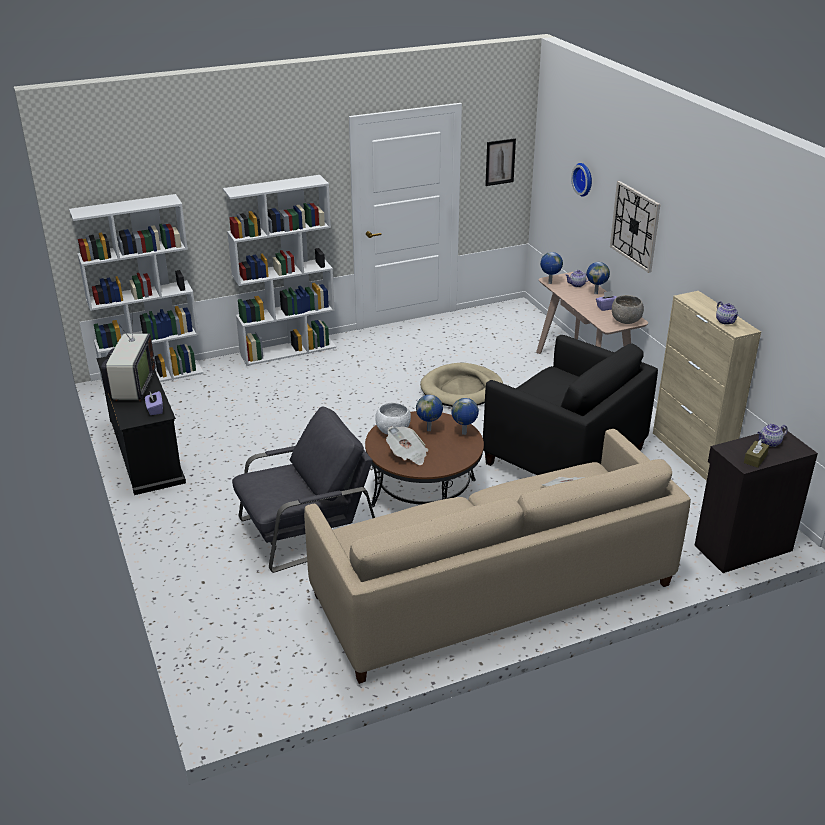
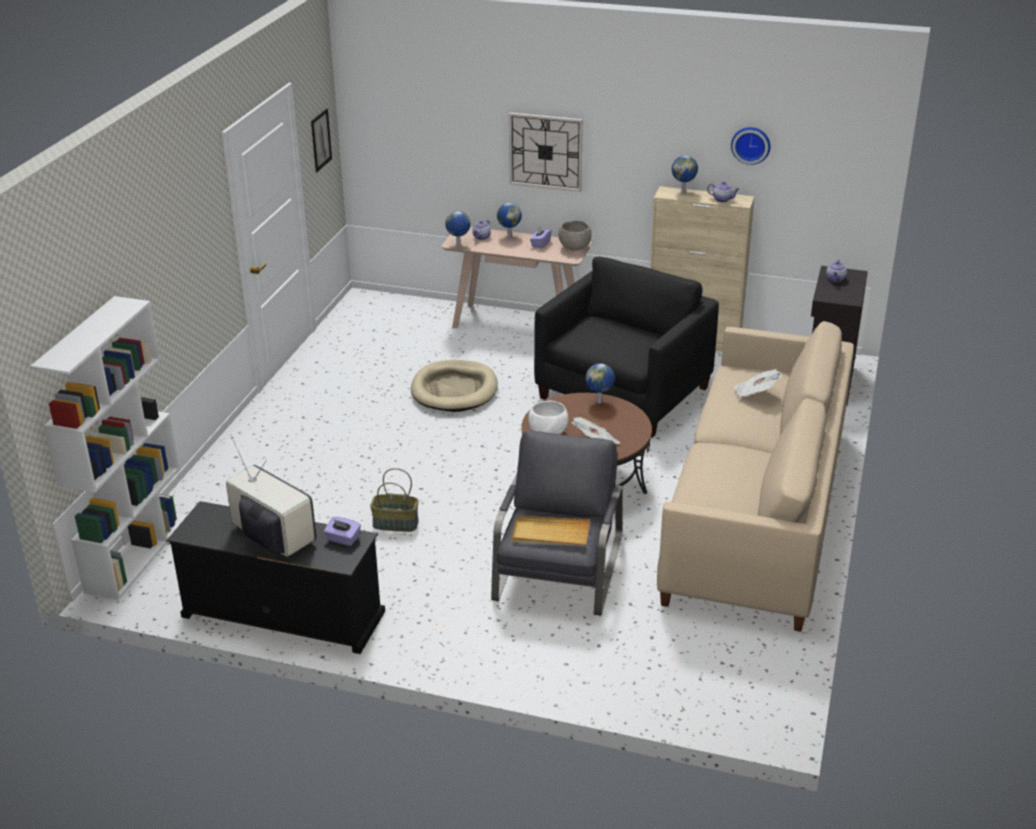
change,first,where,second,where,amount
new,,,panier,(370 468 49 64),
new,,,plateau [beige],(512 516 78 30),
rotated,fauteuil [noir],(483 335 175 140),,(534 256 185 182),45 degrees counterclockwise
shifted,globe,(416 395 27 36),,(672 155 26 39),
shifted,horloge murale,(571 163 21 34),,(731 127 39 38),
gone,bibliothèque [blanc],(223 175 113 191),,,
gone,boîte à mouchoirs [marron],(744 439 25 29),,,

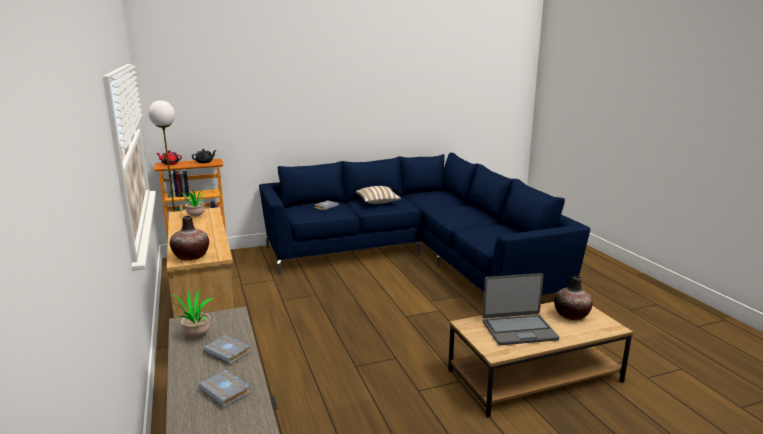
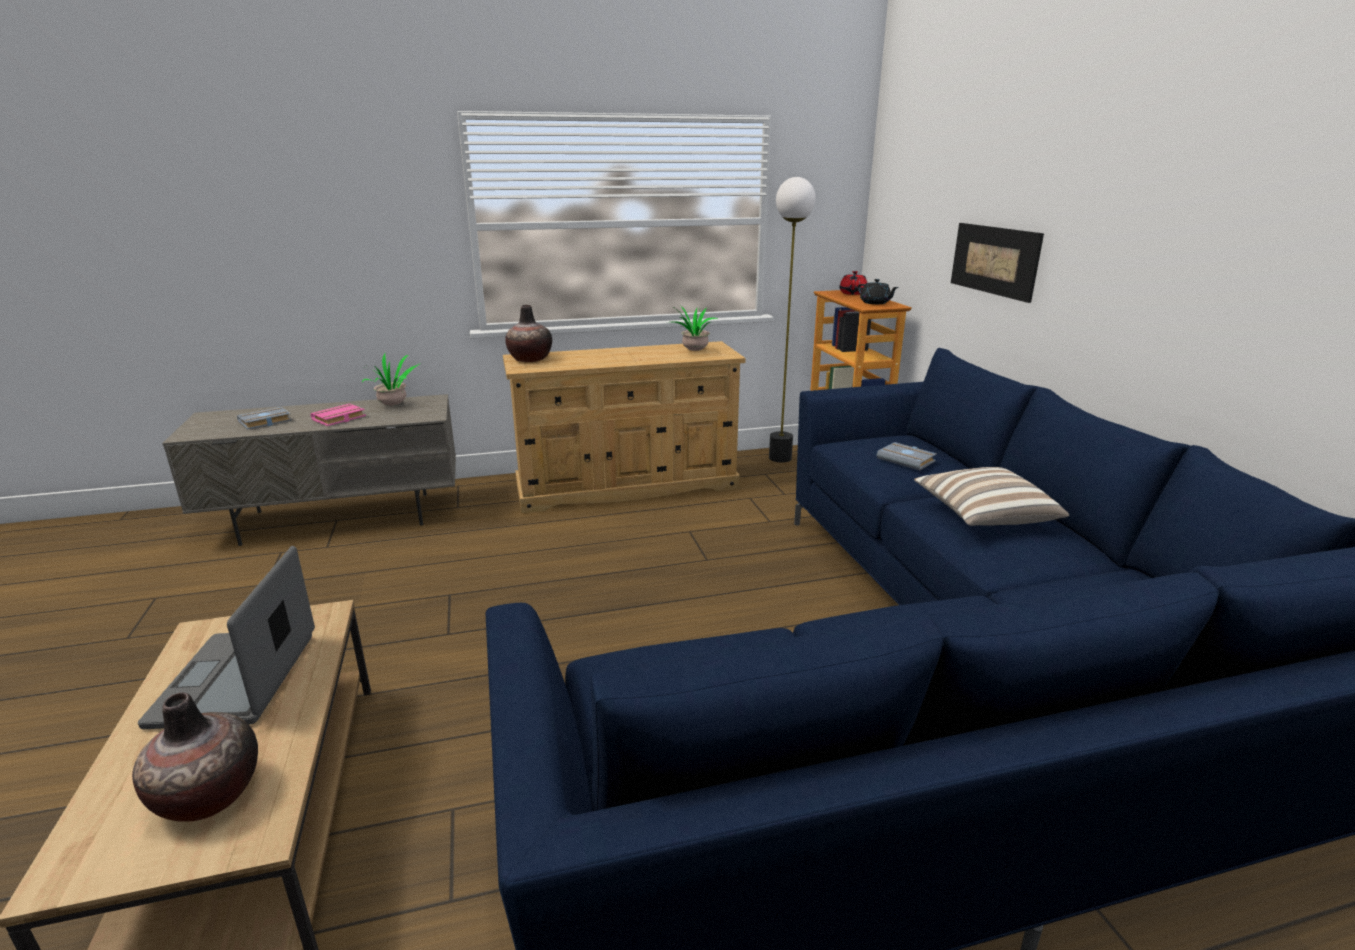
change,first,where,second,where,amount
repainted,livre [gris],(203 335 48 30),livre [rose],(311 404 55 22),
new,,,tableau,(951 223 93 80),

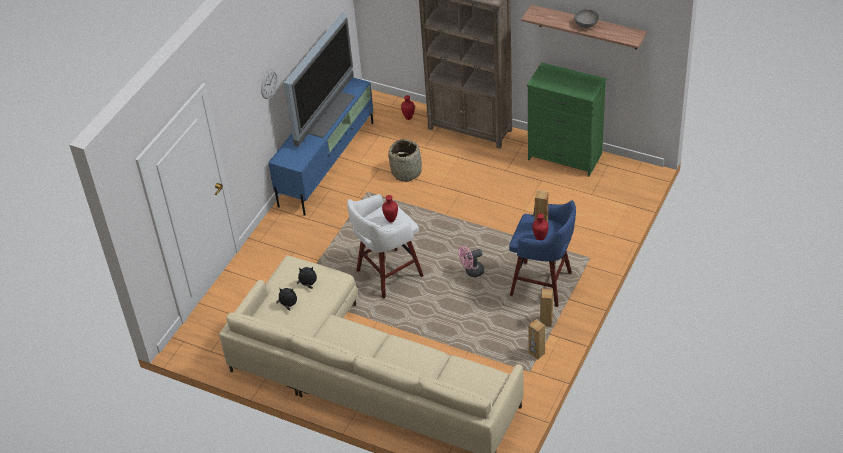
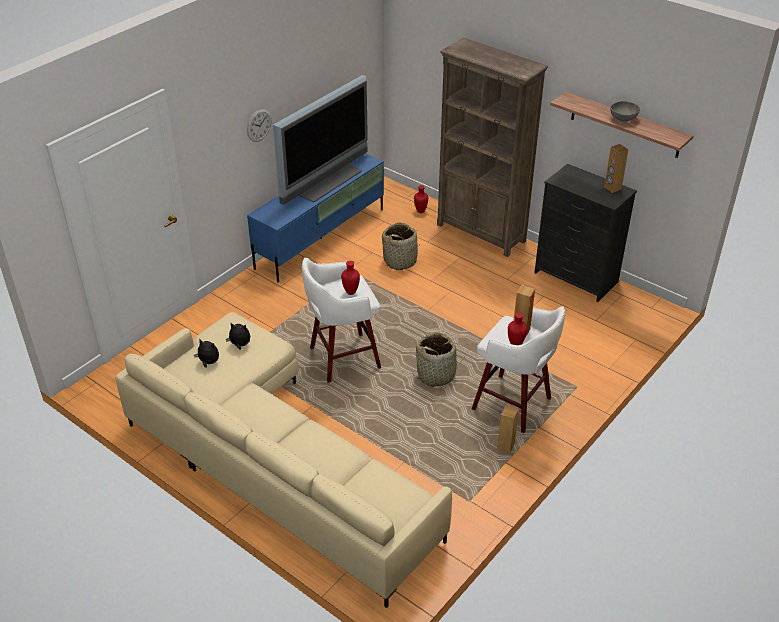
change,first,where,second,where,amount
swapped,ventilateur [rose],(459 245 25 32),panier,(413 333 51 54),
repainted,tabouret [bleu],(509 200 67 107),tabouret [blanc],(472 306 93 127),
repainted,commode [vert],(527 62 80 115),commode [noir],(534 164 103 138),
shifted,enceinte [marron],(529 319 16 41),,(604 144 24 49),

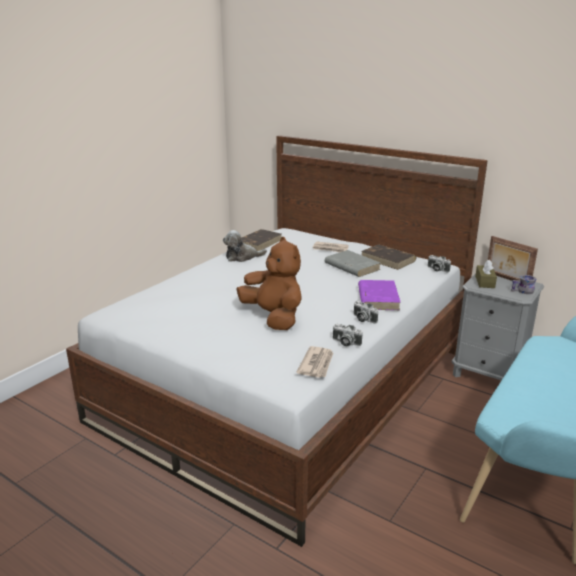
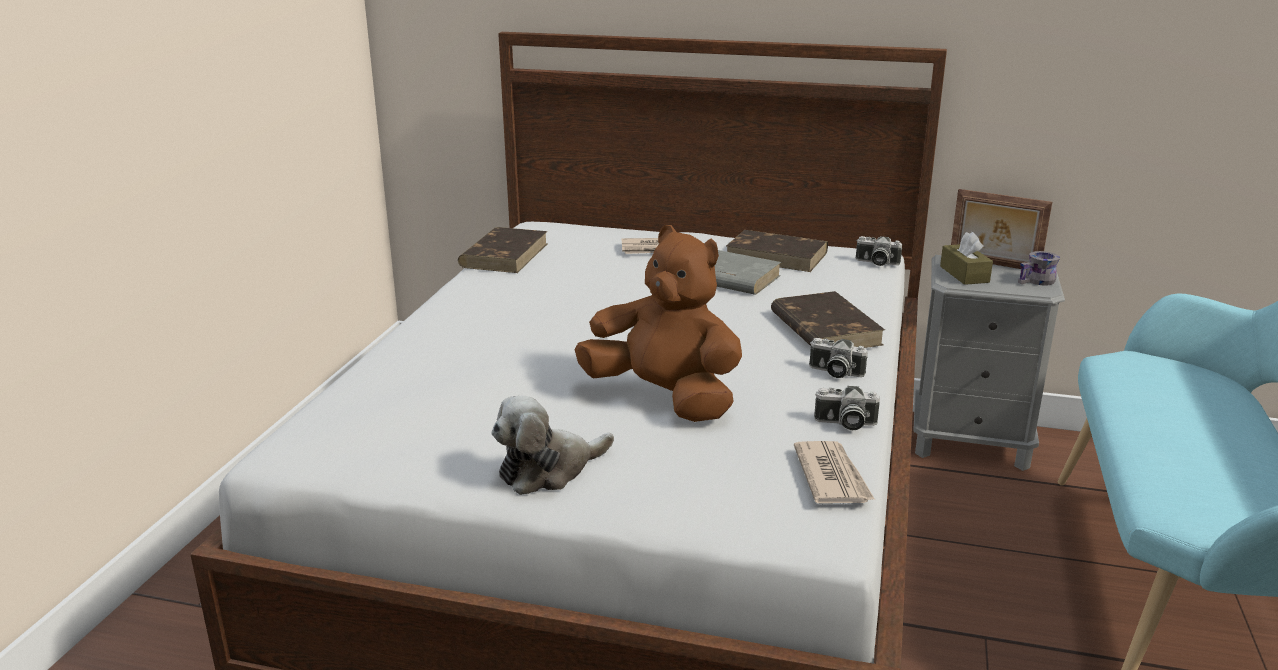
change,first,where,second,where,amount
shifted,peluche,(223 230 44 32),,(491 396 123 99),
repainted,livre [violet],(358 280 43 30),livre [marron],(771 291 114 57),

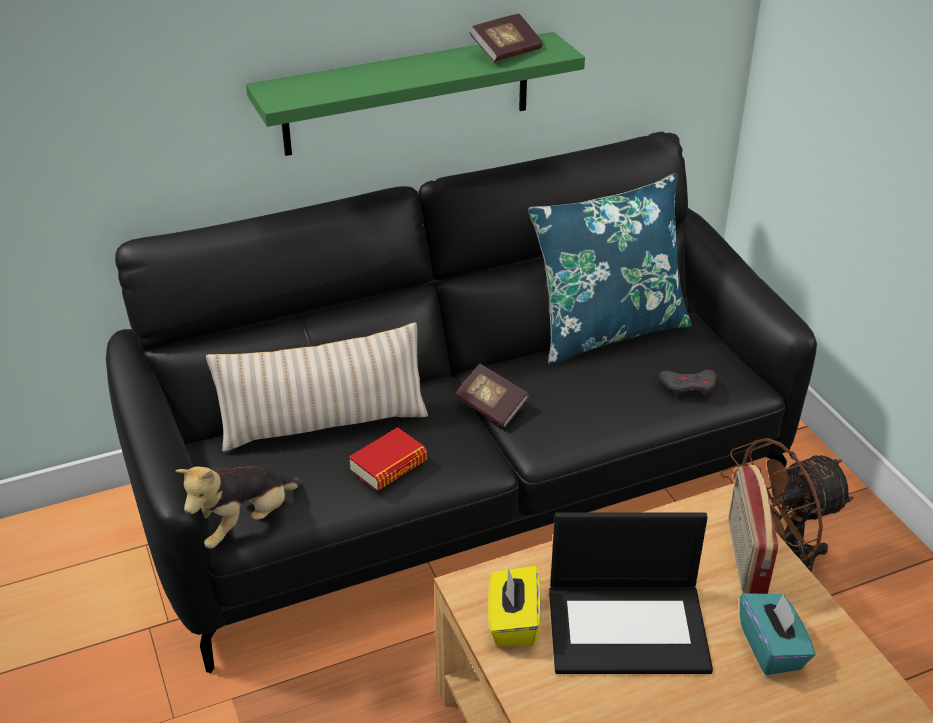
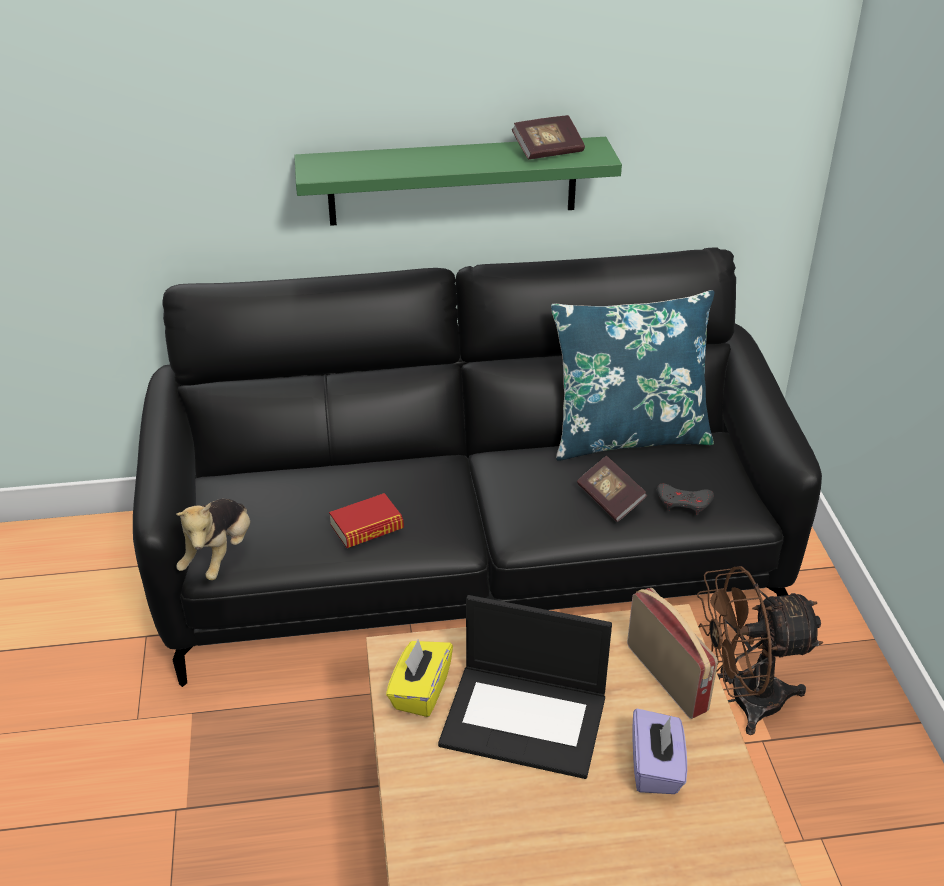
change,first,where,second,where,amount
rotated,peluche,(176 466 126 83),,(176 499 74 81),45 degrees counterclockwise
shifted,livre,(455 364 74 64),,(577 456 70 66),
rotated,radio,(729 465 49 129),,(627 588 91 131),135 degrees clockwise
repainted,boîte à mouchoirs [turquoise],(740 593 75 82),boîte à mouchoirs [violet],(632 708 55 86),
gone,coussin [beige],(206 322 222 130),,,

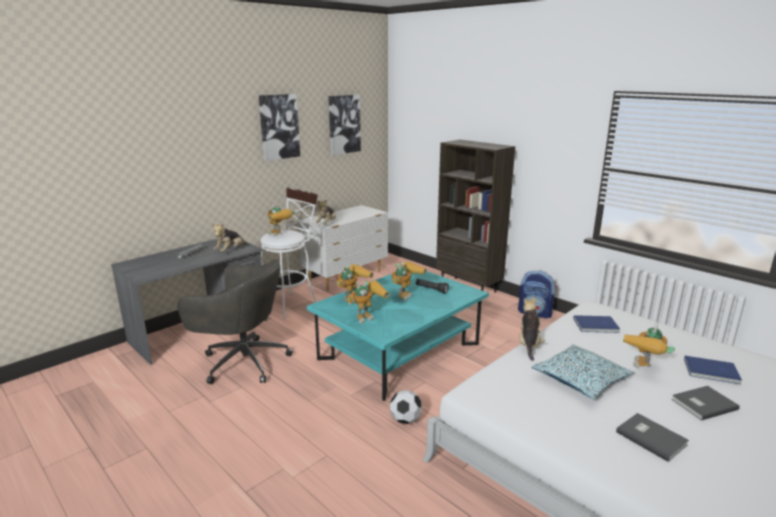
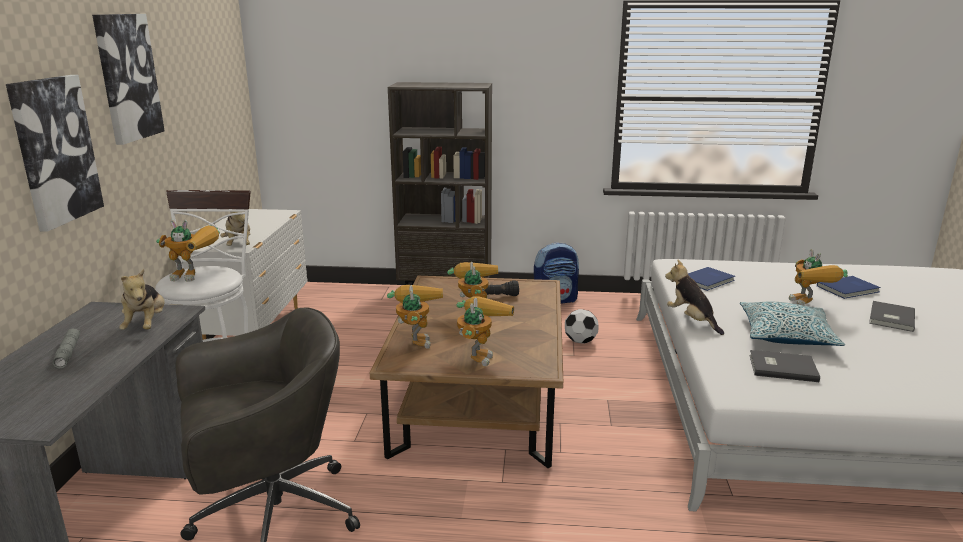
change,first,where,second,where,amount
shifted,tableau,(329 95 32 60),,(6 75 98 157),
repainted,table basse [turquoise],(307 271 182 130),table basse [marron],(370 276 193 192),
shifted,ballon de foot,(390 390 32 34),,(565 309 34 35),
shifted,livre [gris],(616 413 73 49),,(749 350 71 32),

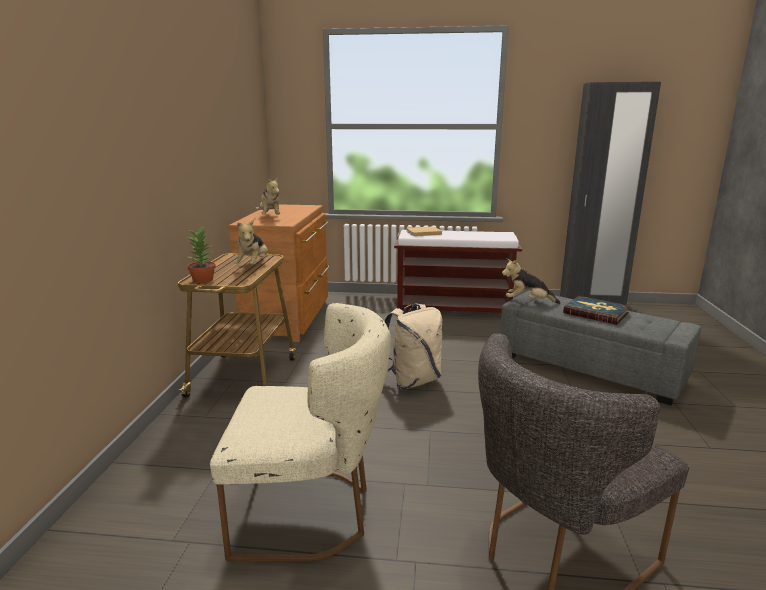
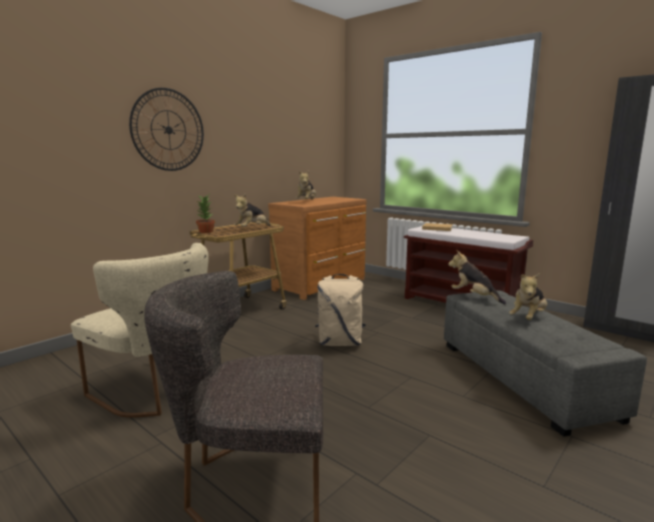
change,first,where,second,where,amount
new,,,horloge murale,(129 88 75 83),
swapped,livre,(563 296 67 29),peluche,(509 273 38 47),

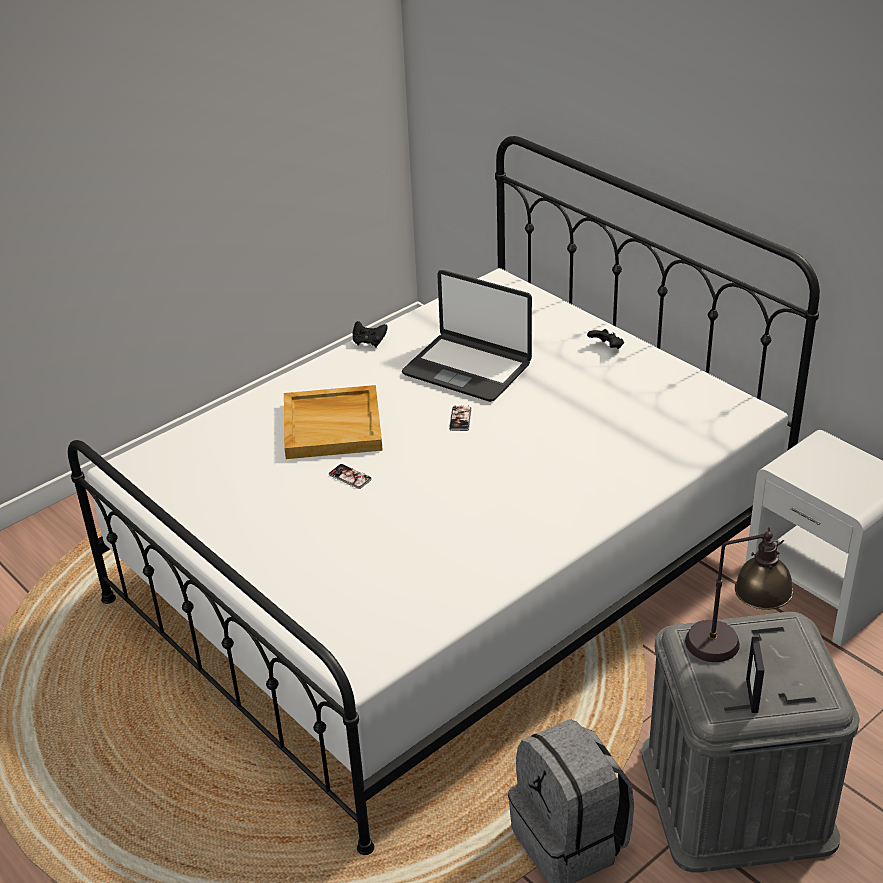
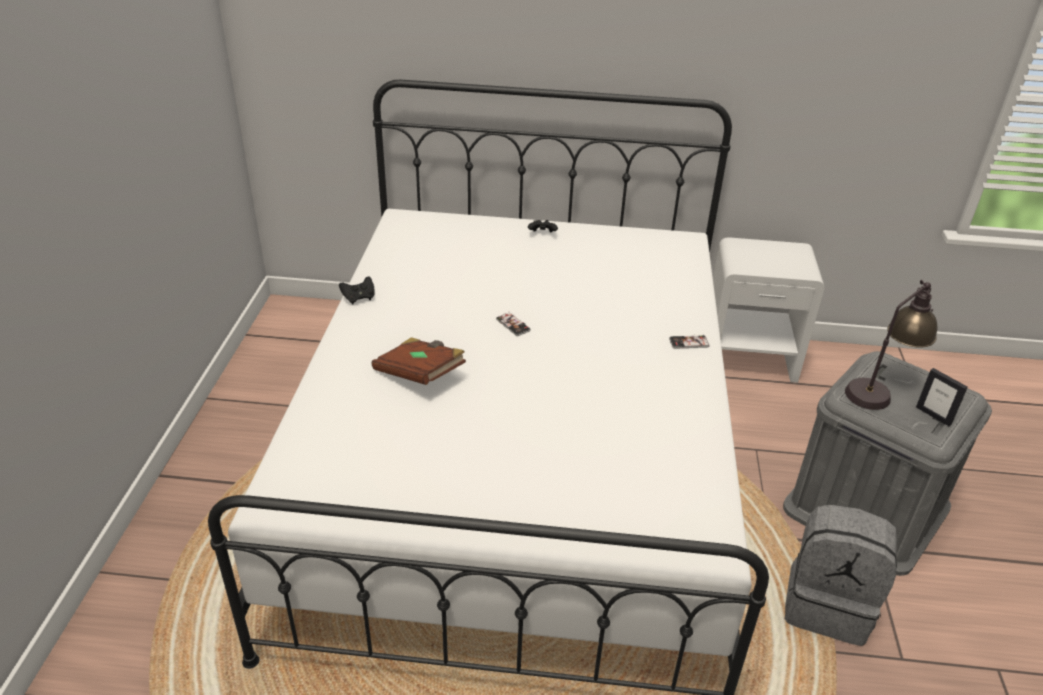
change,first,where,second,where,amount
swapped,plateau [beige],(284 385 99 74),livre [marron],(371 337 95 48),
shifted,téléphone,(329 464 43 25),,(669 336 41 13),
gone,ordinateur portable,(402 270 130 132),,,

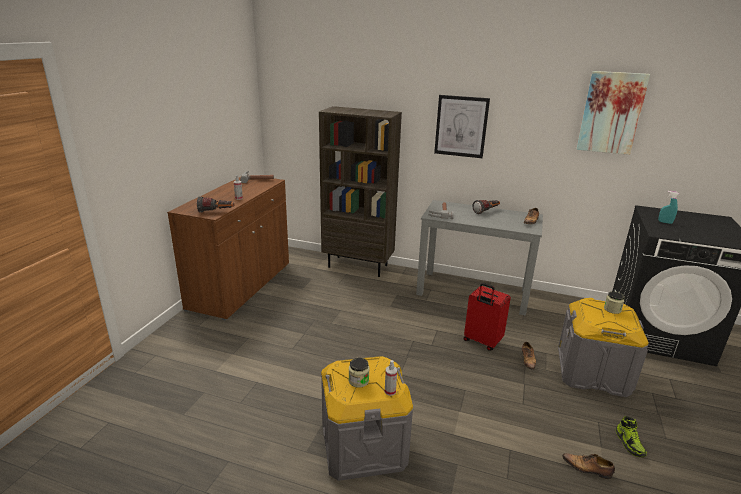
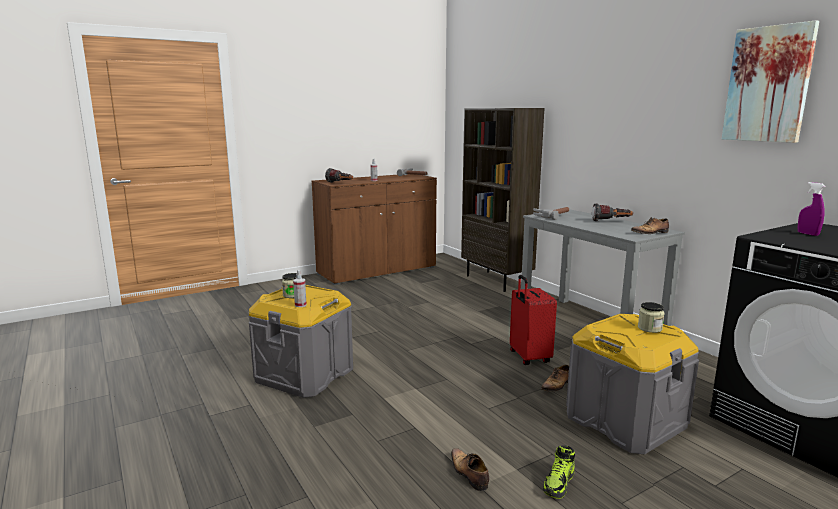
change,first,where,second,where,amount
repainted,vaporisateur [turquoise],(658 191 21 33),vaporisateur [violet],(797 182 29 54),
gone,tableau,(434 95 56 63),,,

